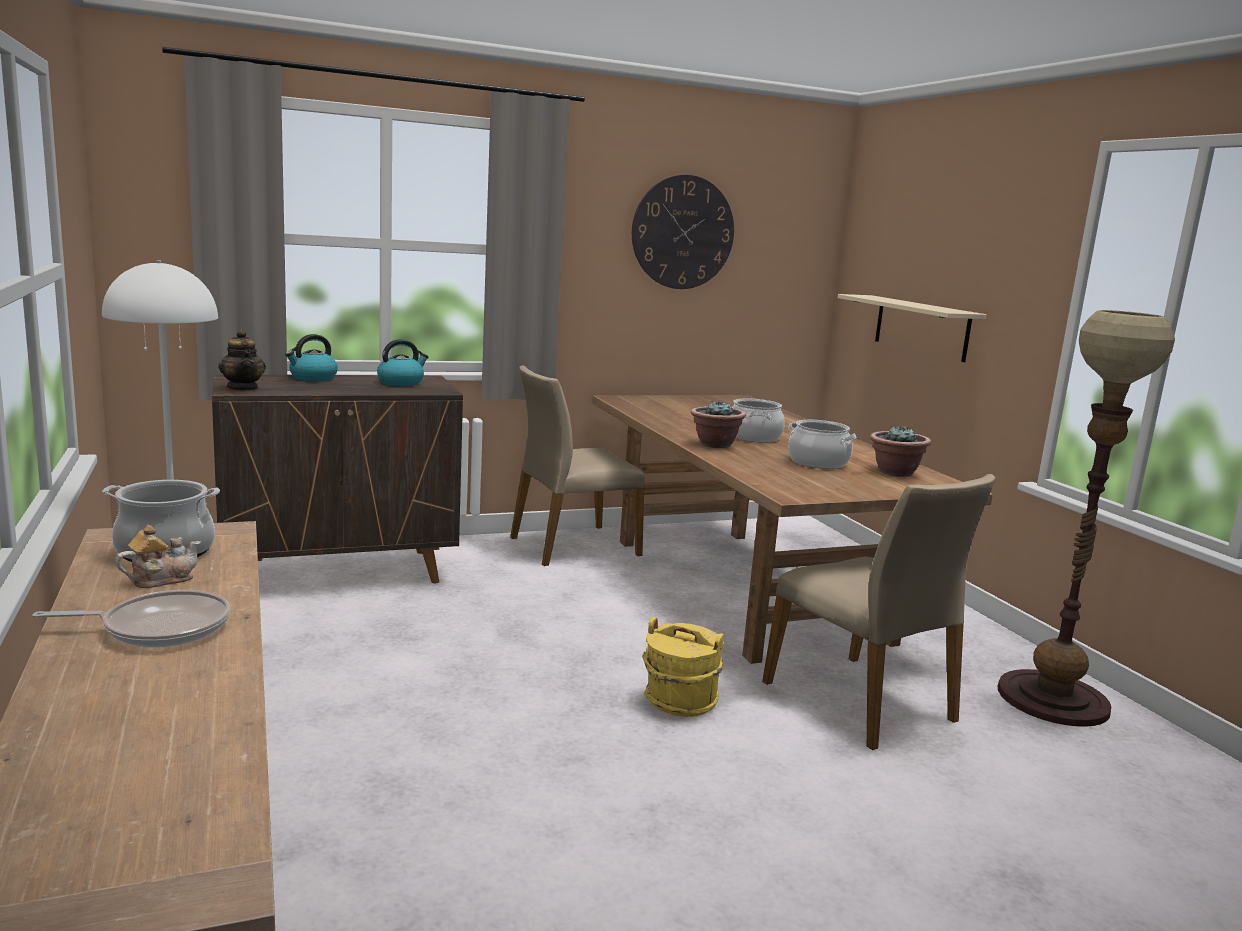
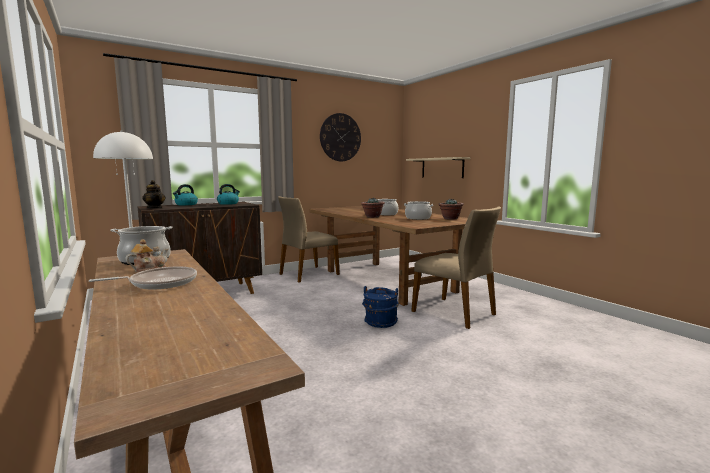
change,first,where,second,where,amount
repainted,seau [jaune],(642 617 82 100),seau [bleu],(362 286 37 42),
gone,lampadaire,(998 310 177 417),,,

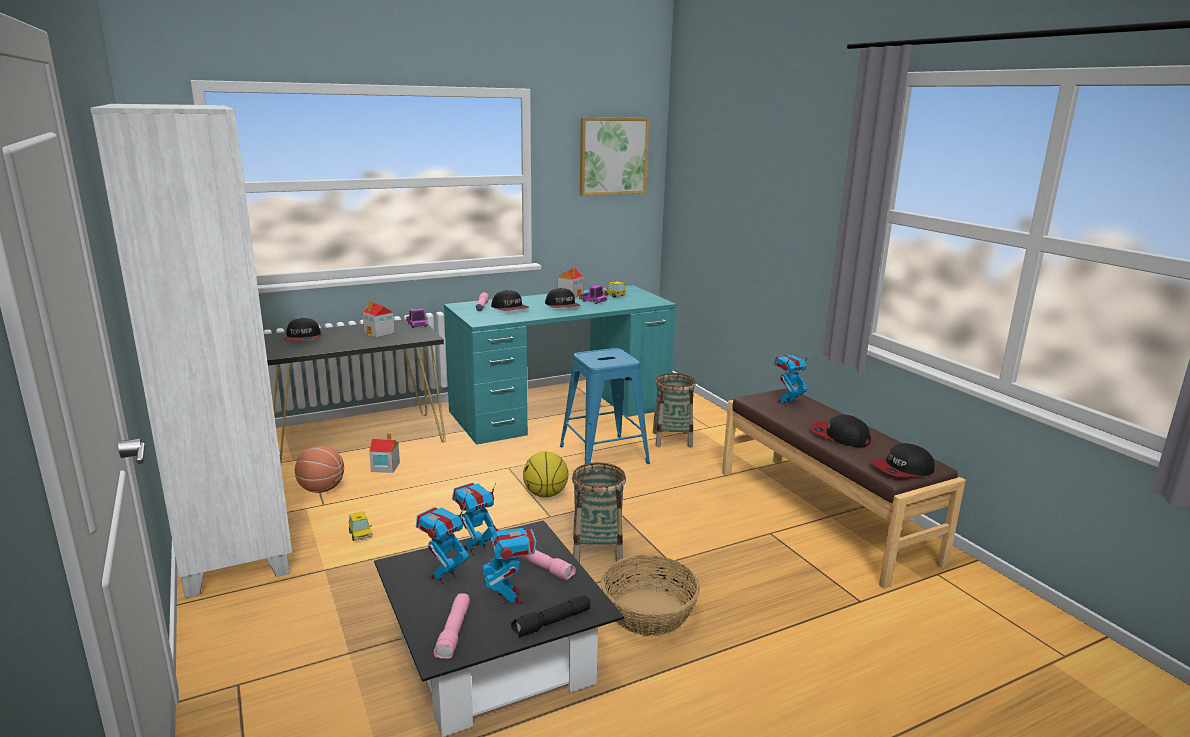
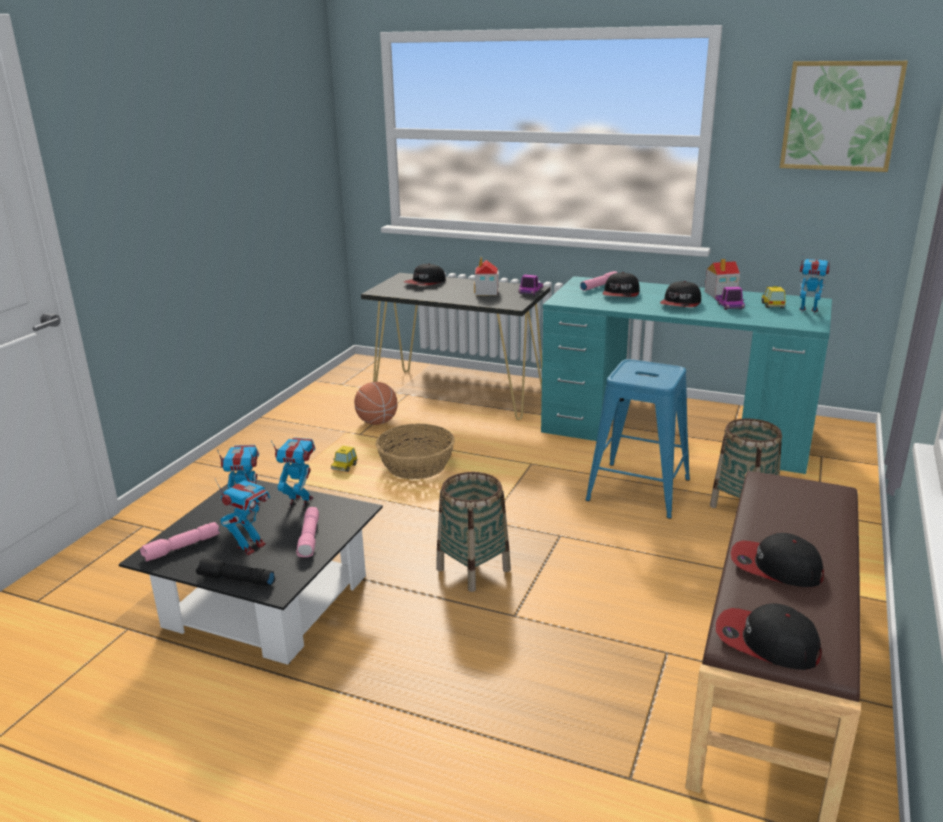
change,first,where,second,where,amount
shifted,panier,(601 555 99 81),,(376 423 79 57),
rotated,casquette,(810 415 61 33),,(731 533 93 54),60 degrees counterclockwise
shifted,robot jouet,(773 353 37 54),,(800 256 31 58),
gone,bibliothèque [blanc],(90 104 202 494),,,
gone,maison miniature,(369 433 31 40),,,
gone,ballon de basket,(523 452 46 46),,,

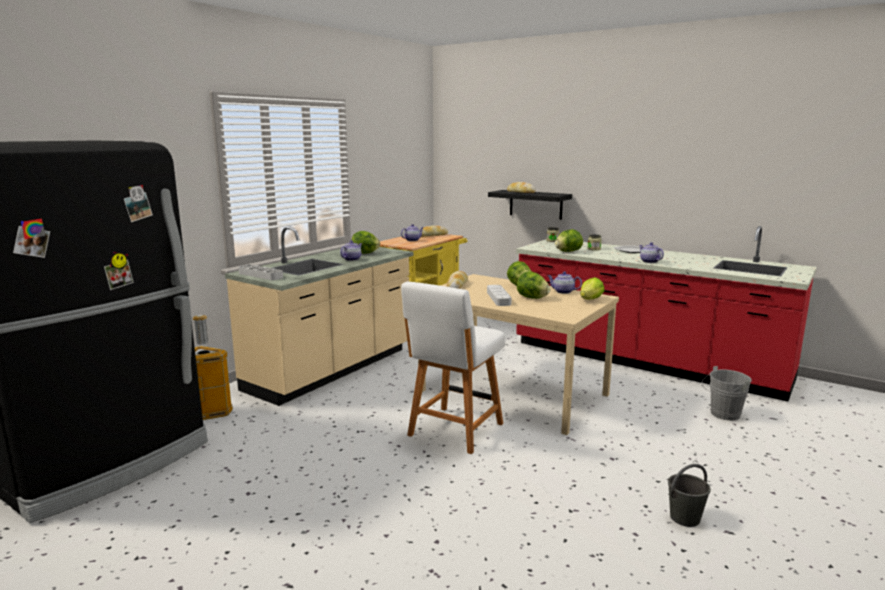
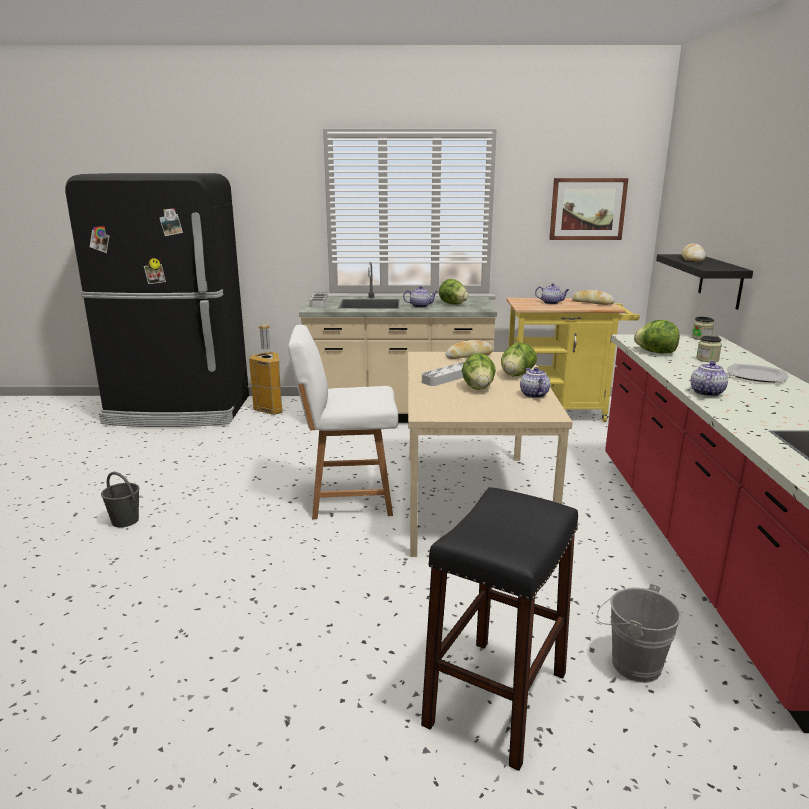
change,first,where,second,where,amount
shifted,seau [gris],(668 464 43 63),,(101 472 38 56),
new,,,tabouret [noir],(421 487 157 284),
new,,,tableau,(549 178 80 62),
gone,laitue,(580 277 25 22),,,

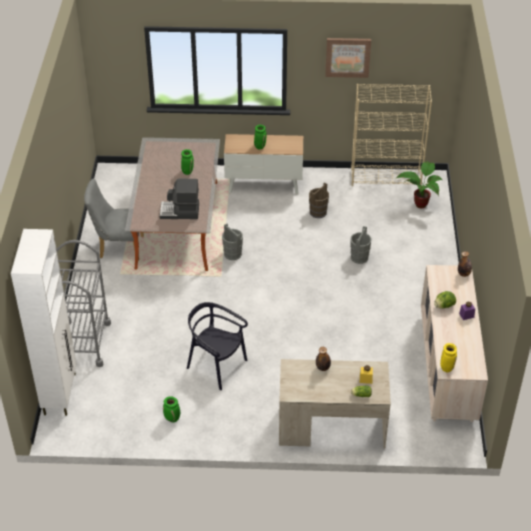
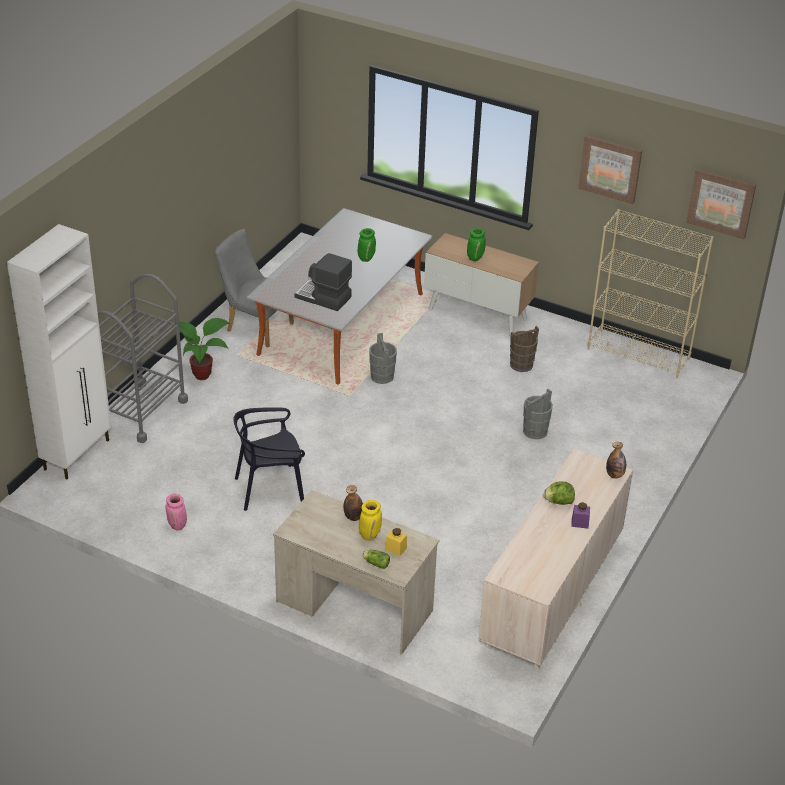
change,first,where,second,where,amount
repainted,vase [vert],(163 396 17 26),vase [rose],(165 494 22 36),
shifted,plante en pot,(396 161 46 47),,(173 318 57 62),
rotated,chaise [noir],(187 302 61 88),,(233 407 72 104),75 degrees counterclockwise
shifted,vase [jaune],(440 343 17 29),,(359 500 23 40),
new,,,tableau,(686 169 70 70),

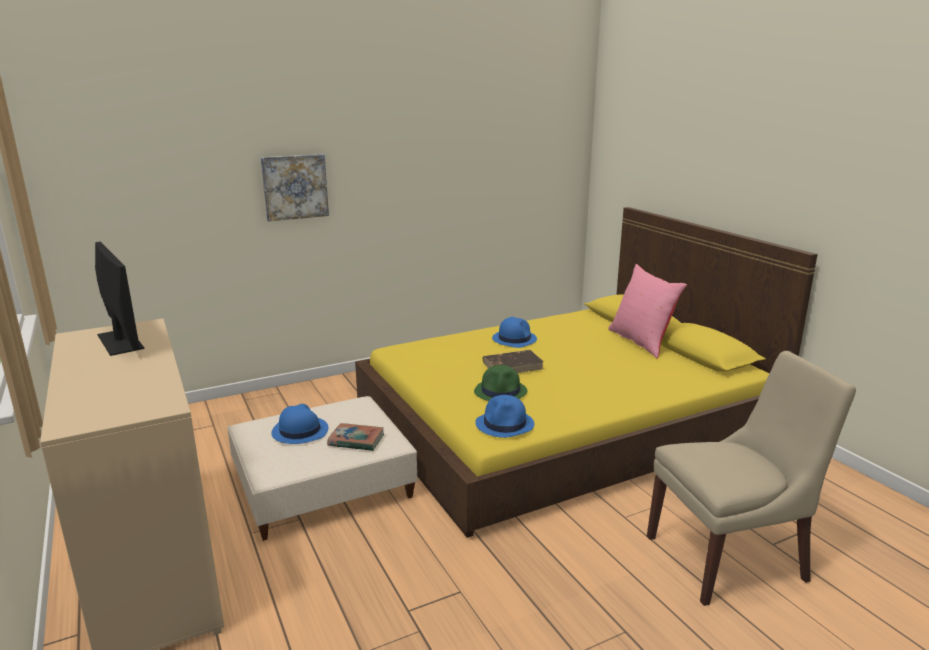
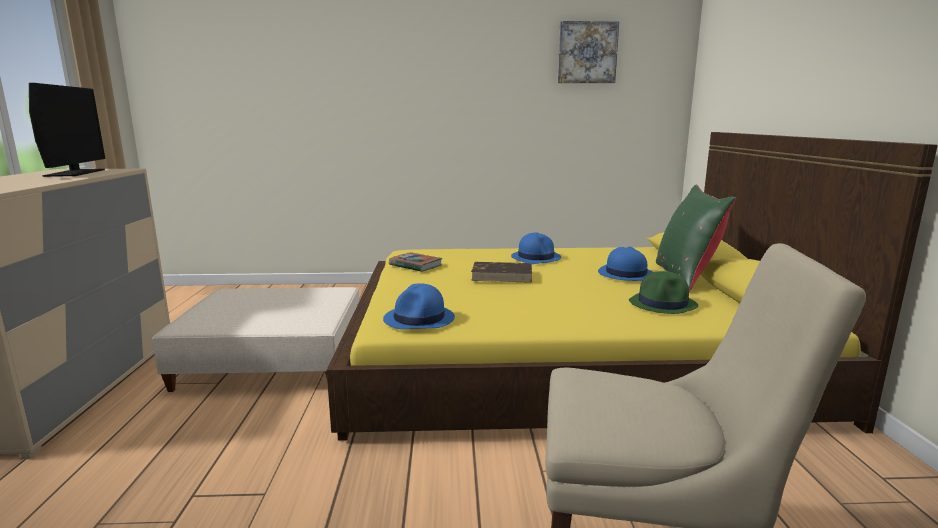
change,first,where,second,where,amount
shifted,livre,(327 423 57 28),,(389 252 53 20),
shifted,tableau,(261 154 68 68),,(557 21 62 62),
shifted,chapeau [bleu],(271 404 57 40),,(598 247 55 34),
shifted,chapeau [vert],(474 365 53 36),,(629 271 69 43),
repainted,coussin [rose],(608 264 79 94),coussin [vert],(656 184 80 108),

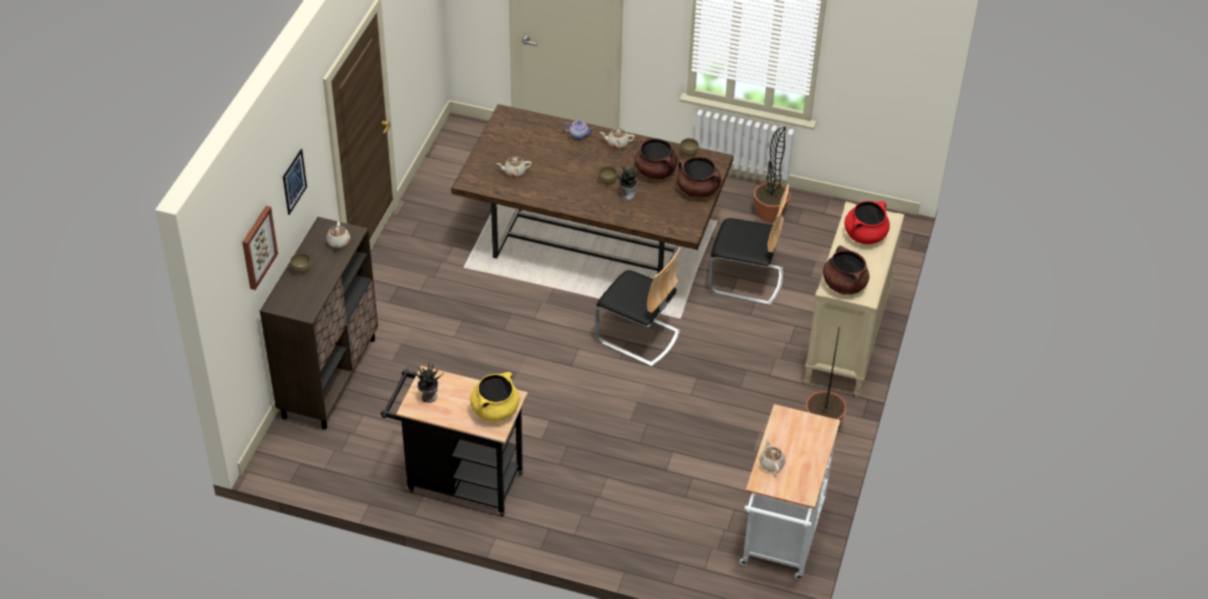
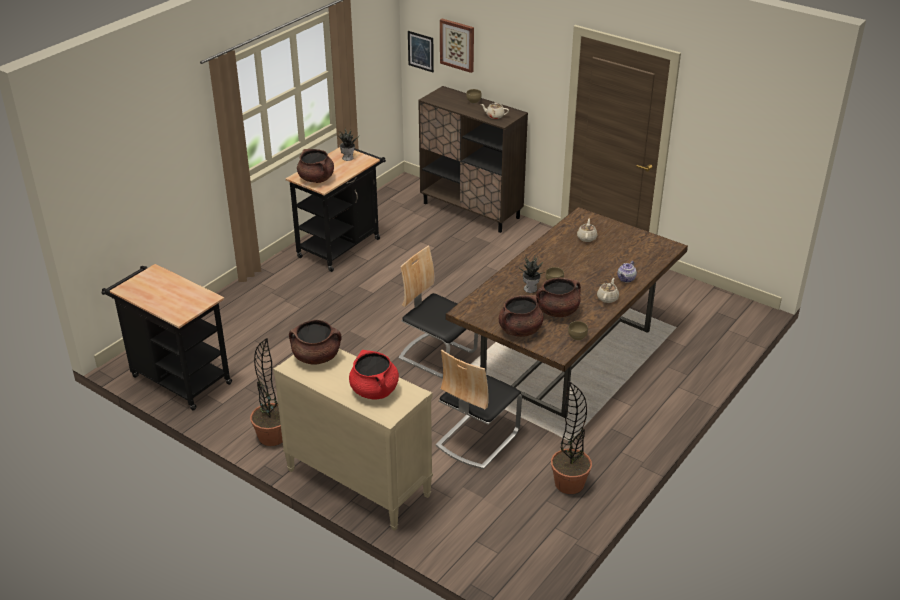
change,first,where,second,where,amount
repainted,chariot [blanc],(739 404 101 176),chariot [noir],(101 264 131 146),
repainted,marmite [jaune],(470 372 49 50),marmite [marron],(297 149 37 34),
rotated,chaise,(595 247 86 120),,(398 246 80 132),75 degrees clockwise
shifted,tableau,(283 149 24 66),,(408 31 26 41),
gone,théière [beige],(759 437 26 36),,,

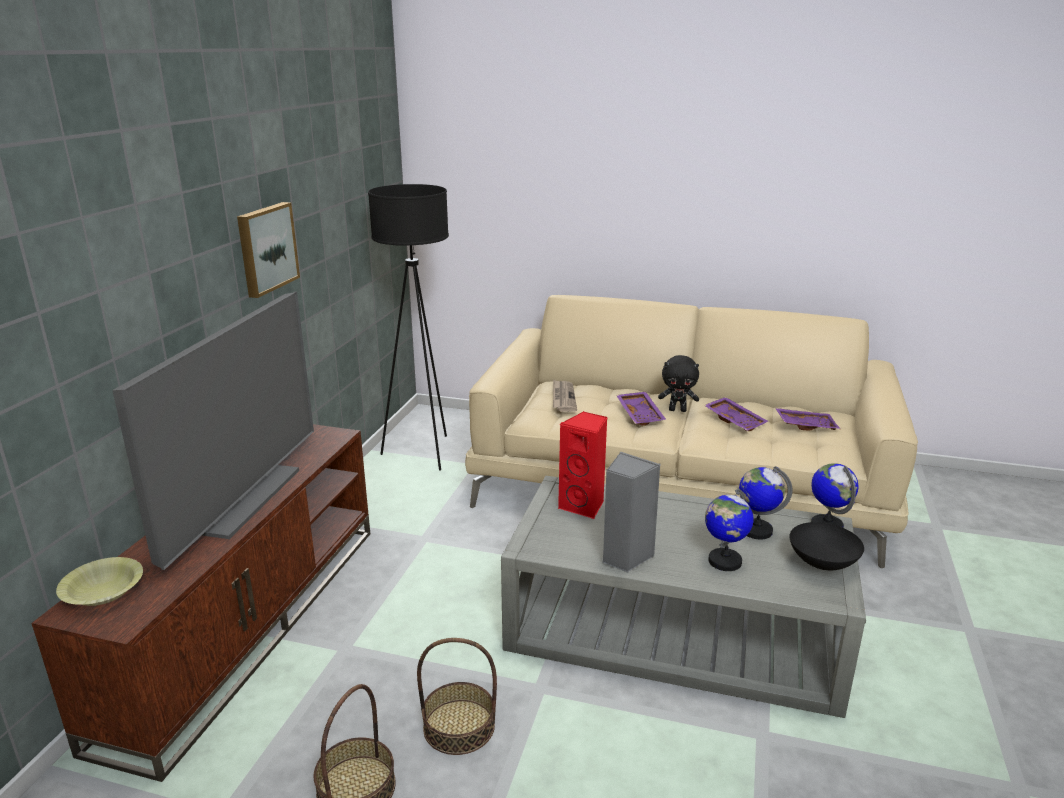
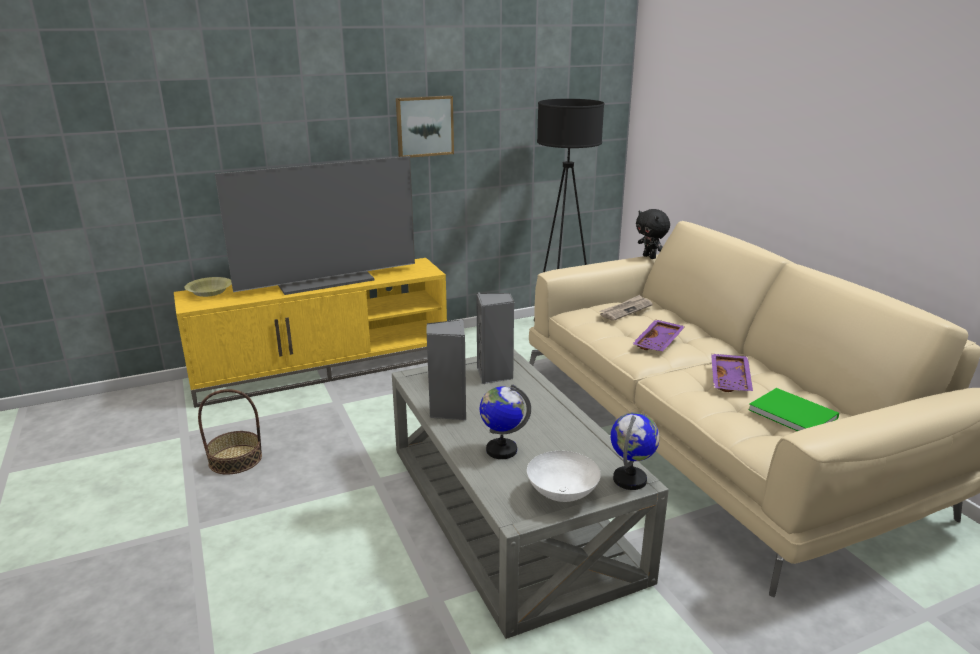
change,first,where,second,where,amount
repainted,meuble télé [marron],(31 424 339 358),meuble télé [jaune],(174 258 273 150),
repainted,enceinte [rouge],(558 411 49 109),enceinte [gris],(476 293 39 91),
repainted,bol [noir],(790 522 74 48),bol [blanc],(527 451 74 51),
shifted,peluche [noir],(658 355 41 57),,(636 209 34 50),
swapped,plateau [violet],(775 408 65 22),livre [vert],(748 388 91 43),
gone,panier,(417 638 80 117),,,
gone,globe,(739 466 54 74),,,

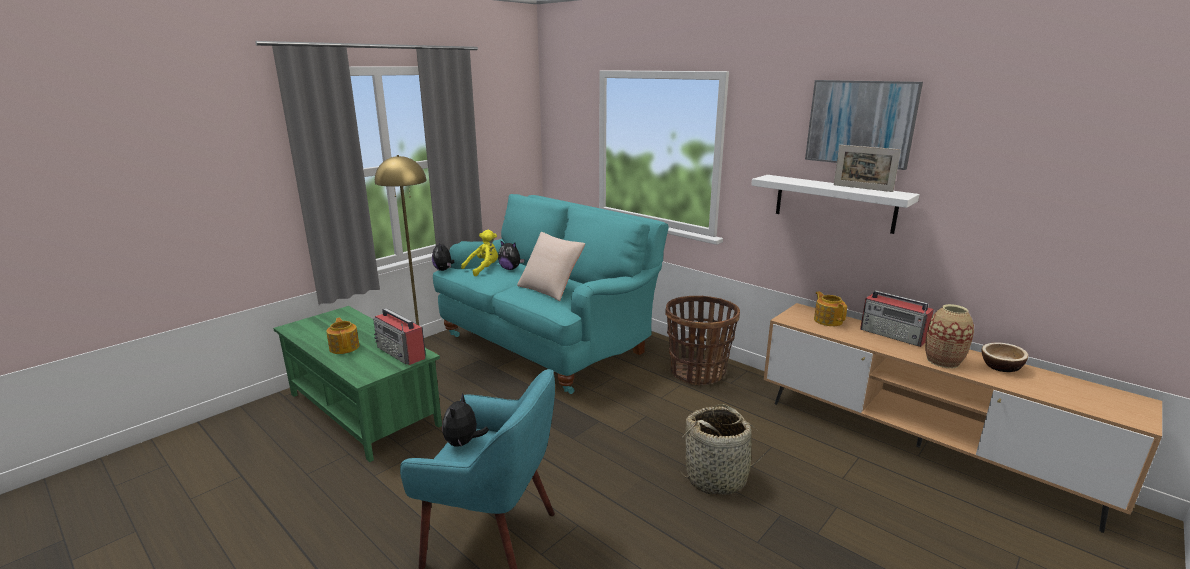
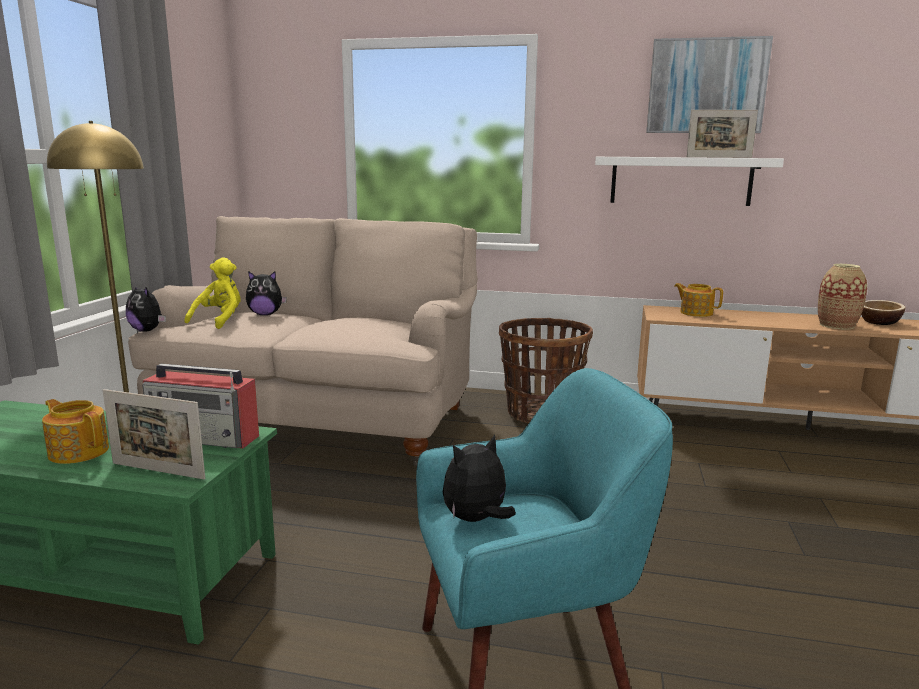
change,first,where,second,where,amount
new,,,cadre photo,(103 389 102 90),
repainted,canapé [turquoise],(433 194 236 200),canapé [beige],(128 216 350 251),
rotated,peluche,(442 393 47 54),,(443 435 73 87),75 degrees clockwise
gone,coussin [beige],(517 232 68 69),,,
gone,panier,(677 404 89 91),,,
gone,radio,(860 290 74 57),,,

